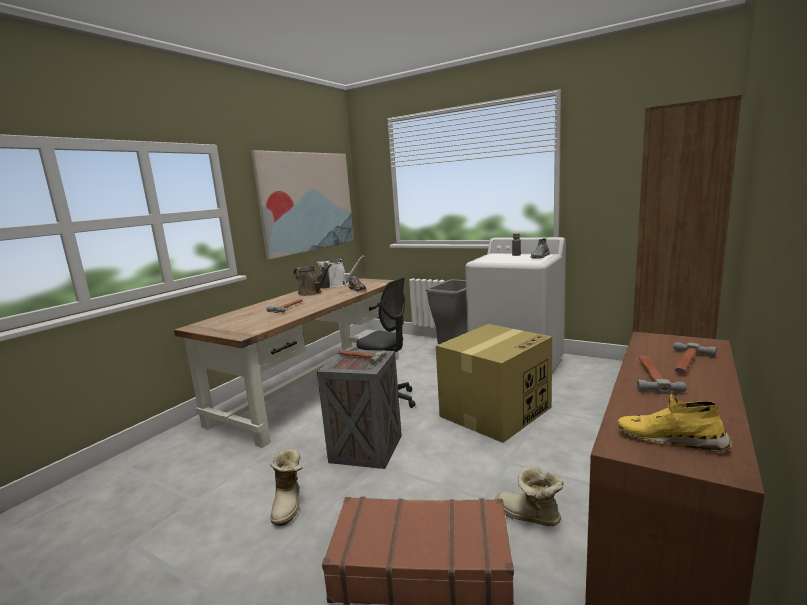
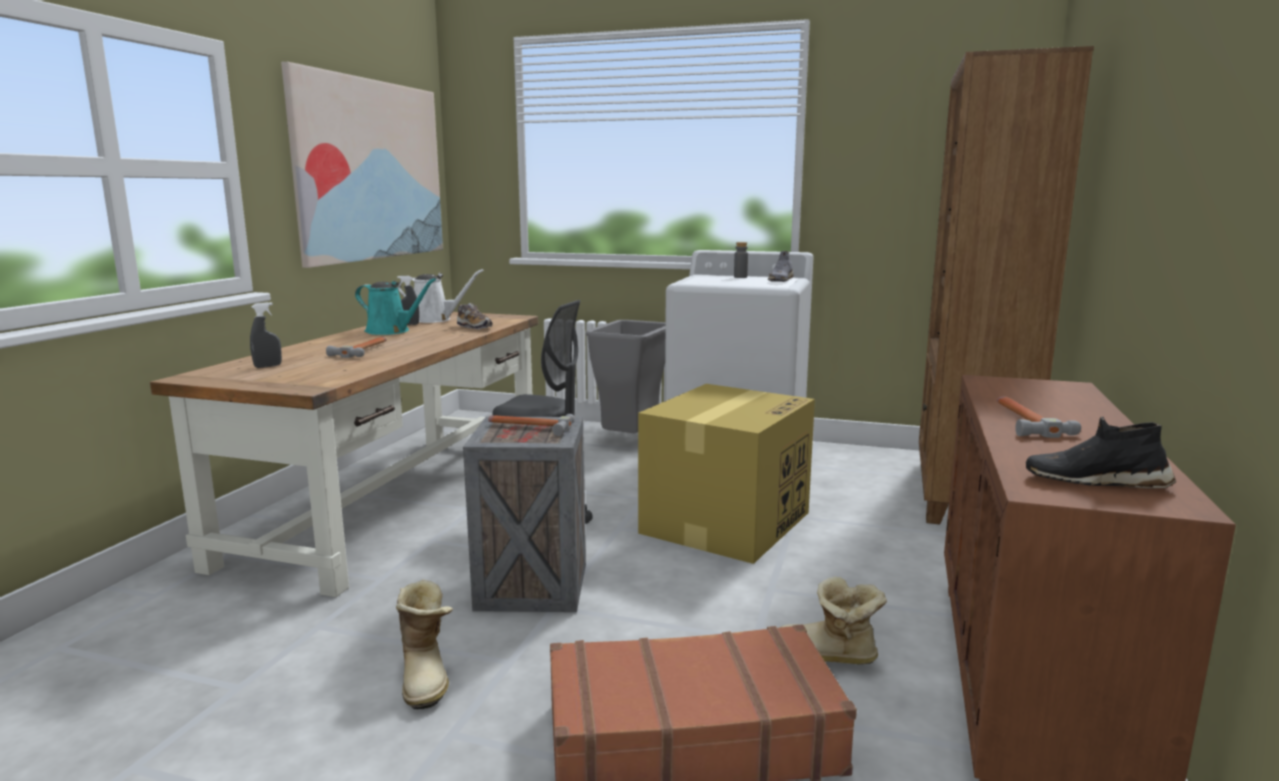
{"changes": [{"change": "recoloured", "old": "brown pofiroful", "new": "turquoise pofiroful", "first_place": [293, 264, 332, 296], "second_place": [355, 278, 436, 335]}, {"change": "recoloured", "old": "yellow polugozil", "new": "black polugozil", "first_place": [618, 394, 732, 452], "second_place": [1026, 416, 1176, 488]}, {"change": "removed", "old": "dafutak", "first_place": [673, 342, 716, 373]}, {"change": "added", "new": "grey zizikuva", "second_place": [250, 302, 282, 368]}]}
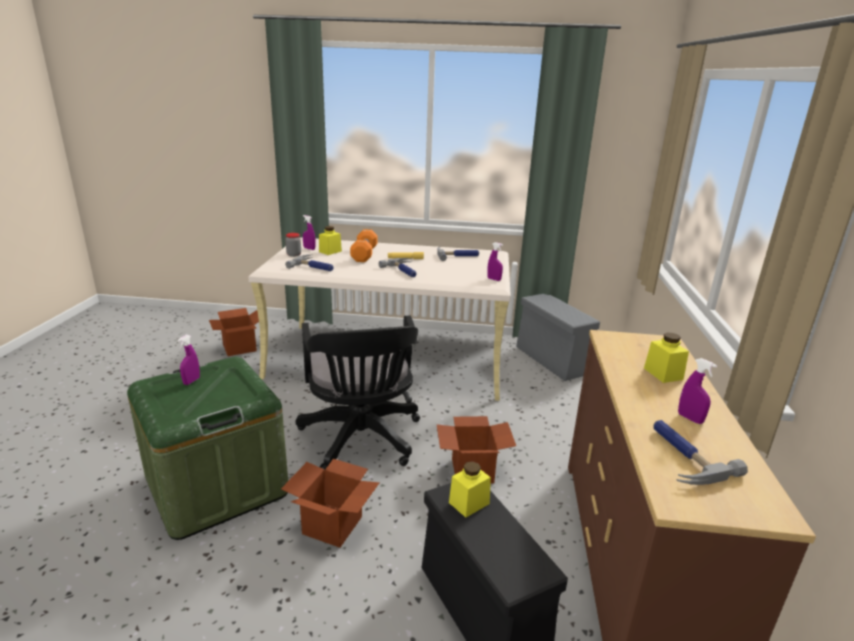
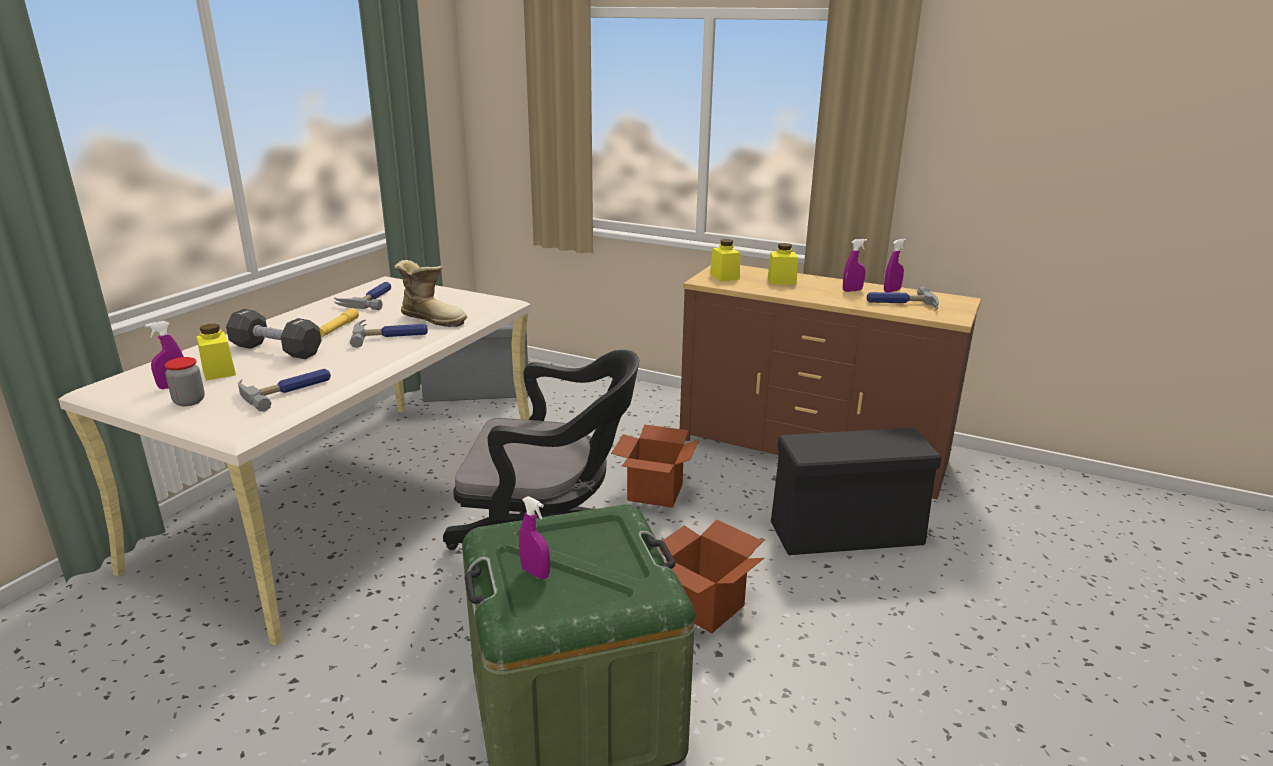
{"changes": [{"change": "removed", "old": "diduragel", "first_place": [209, 308, 259, 356]}, {"change": "recoloured", "old": "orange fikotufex", "new": "black fikotufex", "first_place": [350, 229, 377, 262], "second_place": [226, 309, 321, 359]}, {"change": "moved", "old": "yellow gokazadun", "first_place": [449, 461, 491, 518], "second_place": [710, 239, 740, 281]}, {"change": "moved", "old": "purple zizikuva", "first_place": [487, 242, 503, 281], "second_place": [884, 239, 906, 293]}, {"change": "added", "new": "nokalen", "second_place": [394, 260, 467, 327]}]}
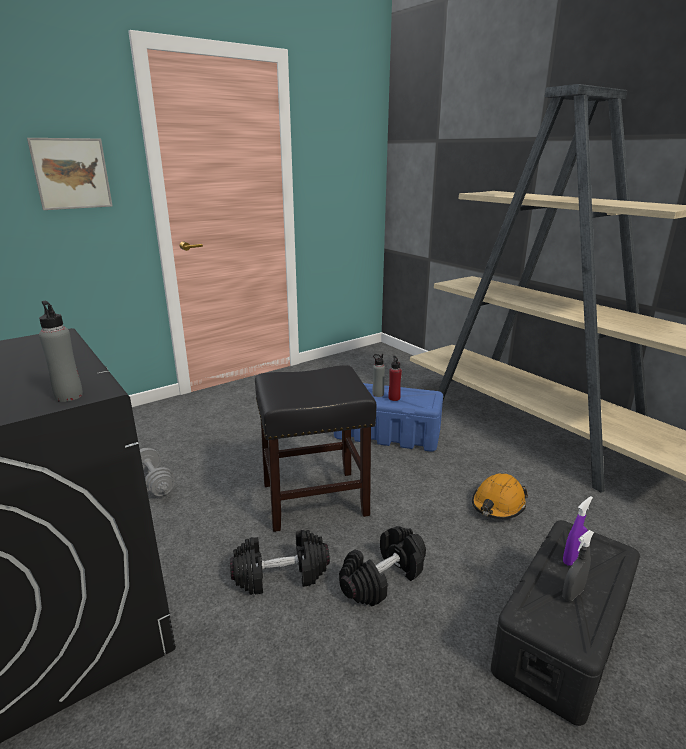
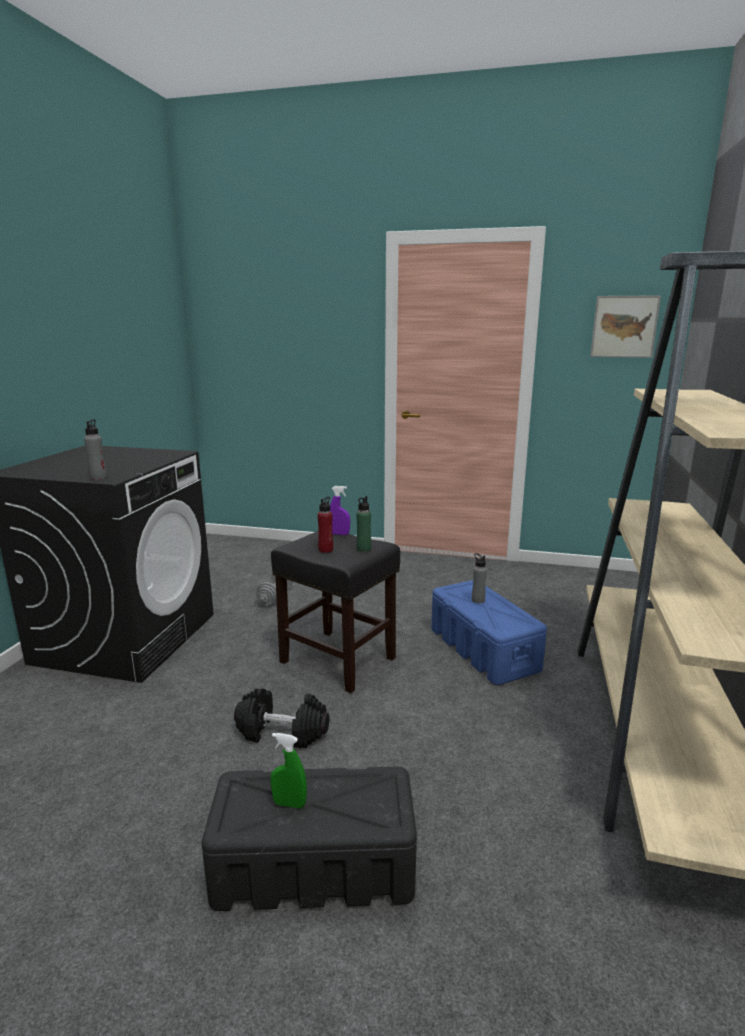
{"changes": [{"change": "moved", "old": "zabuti", "first_place": [27, 138, 113, 210], "second_place": [590, 295, 661, 358]}, {"change": "removed", "old": "black fikotufex", "first_place": [230, 530, 330, 595]}, {"change": "moved", "old": "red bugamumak", "first_place": [388, 356, 402, 401], "second_place": [317, 496, 333, 553]}, {"change": "removed", "old": "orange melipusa", "first_place": [472, 473, 528, 519]}, {"change": "recoloured", "old": "grey zizikuva", "new": "green zizikuva", "first_place": [562, 530, 594, 601], "second_place": [270, 733, 307, 809]}, {"change": "moved", "old": "purple zizikuva", "first_place": [563, 496, 593, 566], "second_place": [330, 486, 350, 535]}, {"change": "added", "new": "green bugamumak", "second_place": [356, 496, 371, 552]}]}
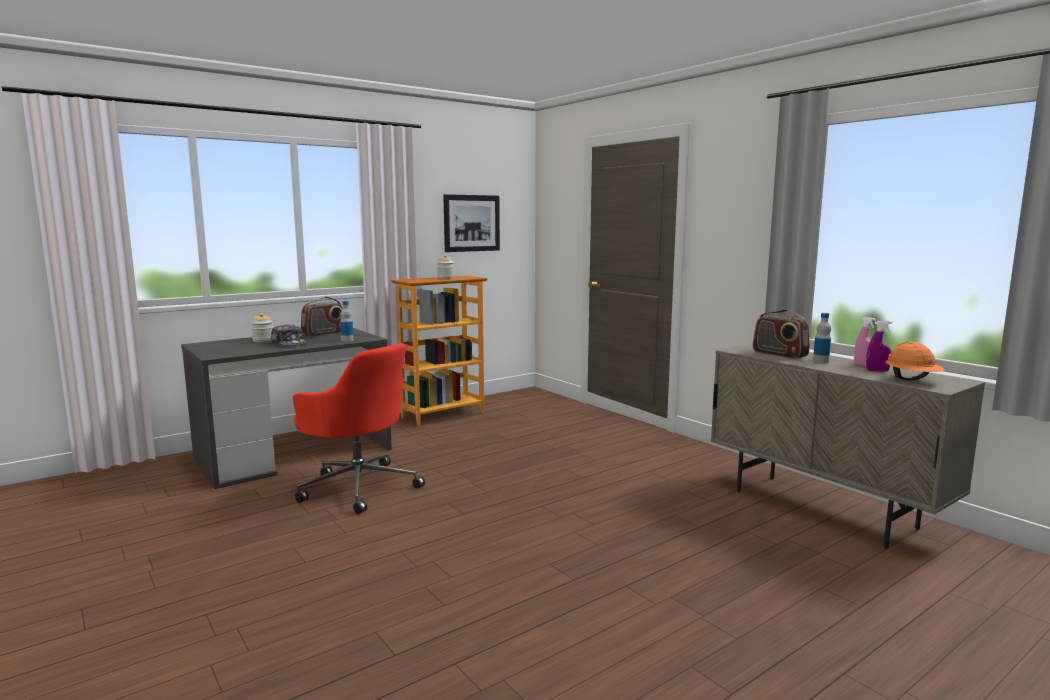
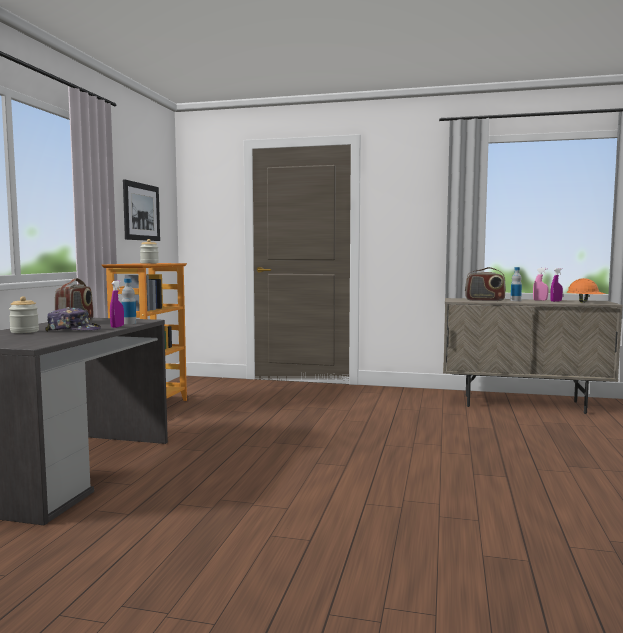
{"changes": [{"change": "removed", "old": "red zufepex", "first_place": [293, 343, 425, 514]}, {"change": "added", "new": "purple zizikuva", "second_place": [110, 280, 124, 328]}]}
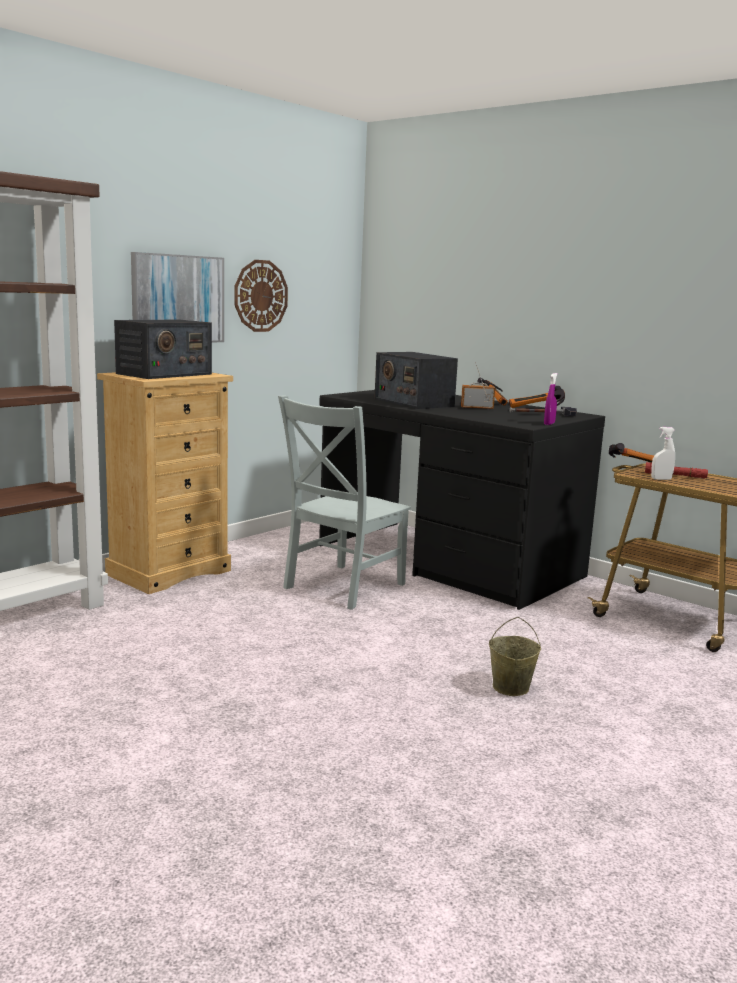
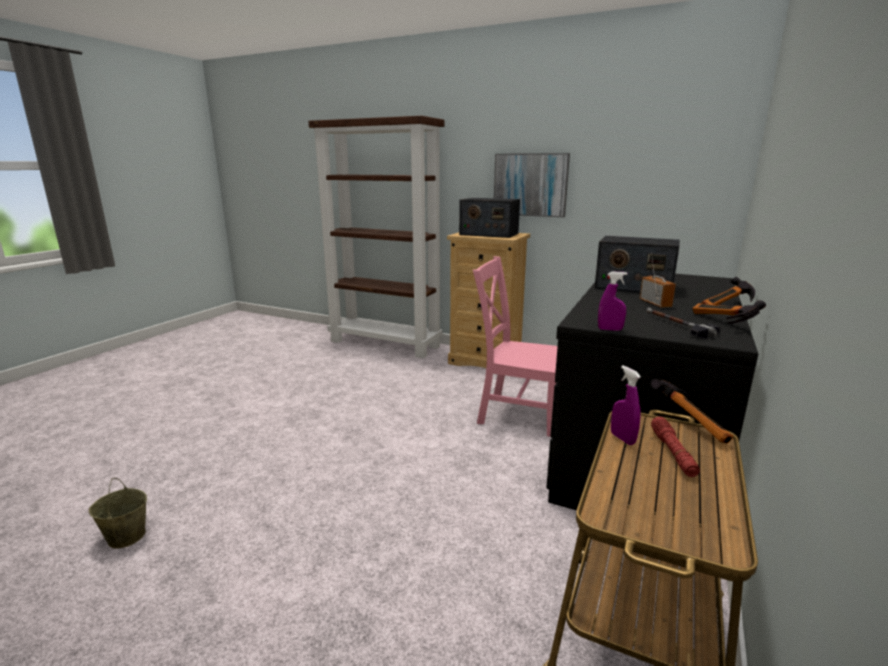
{"changes": [{"change": "removed", "old": "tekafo", "first_place": [234, 260, 288, 332]}, {"change": "recoloured", "old": "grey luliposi", "new": "pink luliposi", "first_place": [278, 395, 411, 610], "second_place": [473, 256, 558, 437]}, {"change": "turned", "old": "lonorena", "first_place": [374, 352, 458, 409], "second_place": [594, 236, 680, 293], "degrees": -105}, {"change": "moved", "old": "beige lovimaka", "first_place": [489, 617, 541, 696], "second_place": [89, 478, 147, 548]}, {"change": "recoloured", "old": "white zizikuva", "new": "purple zizikuva", "first_place": [651, 427, 675, 480], "second_place": [611, 366, 641, 445]}]}
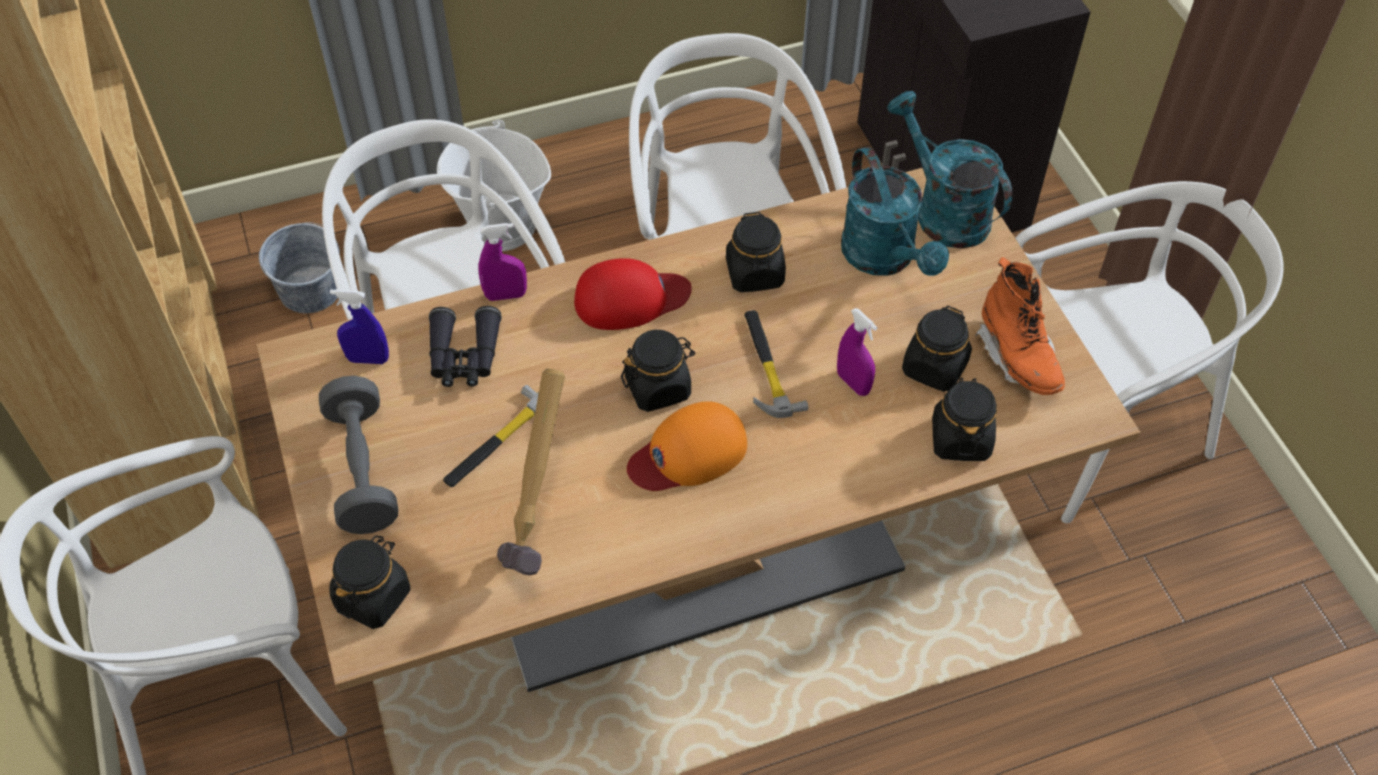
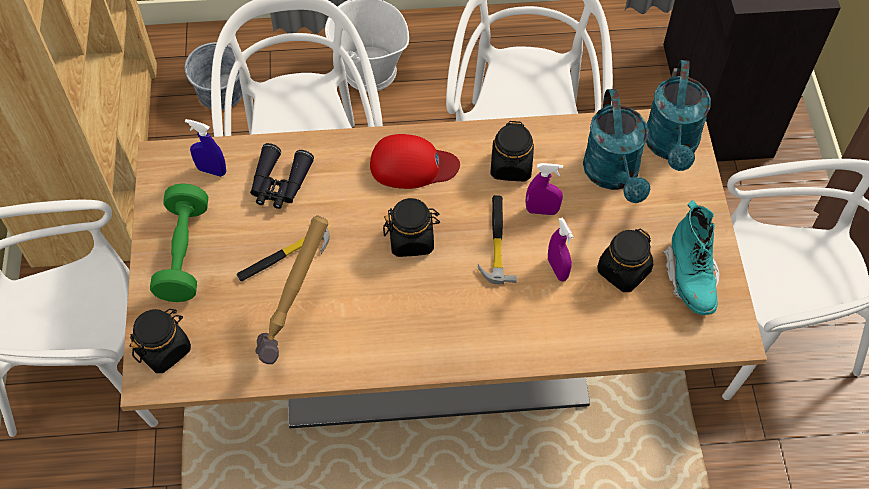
{"changes": [{"change": "recoloured", "old": "grey fikotufex", "new": "green fikotufex", "first_place": [319, 376, 398, 534], "second_place": [150, 184, 208, 302]}, {"change": "moved", "old": "purple zizikuva", "first_place": [478, 223, 527, 301], "second_place": [525, 163, 563, 215]}, {"change": "removed", "old": "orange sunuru", "first_place": [627, 401, 747, 491]}, {"change": "turned", "old": "turquoise pofiroful", "first_place": [887, 91, 1012, 249], "second_place": [646, 60, 711, 171], "degrees": -150}, {"change": "removed", "old": "black gokazadun", "first_place": [932, 377, 997, 461]}, {"change": "recoloured", "old": "orange nokalen", "new": "turquoise nokalen", "first_place": [974, 257, 1065, 395], "second_place": [662, 200, 720, 315]}]}
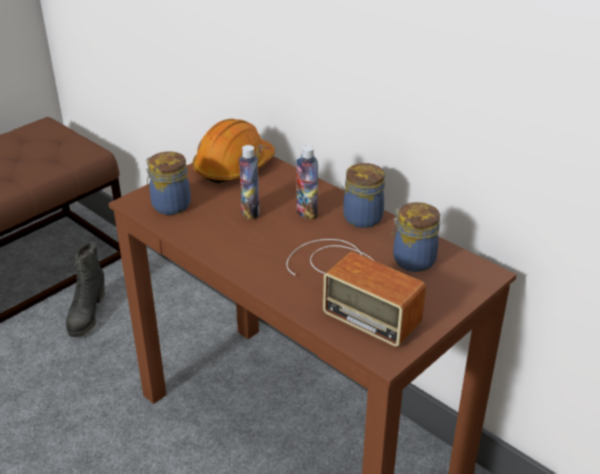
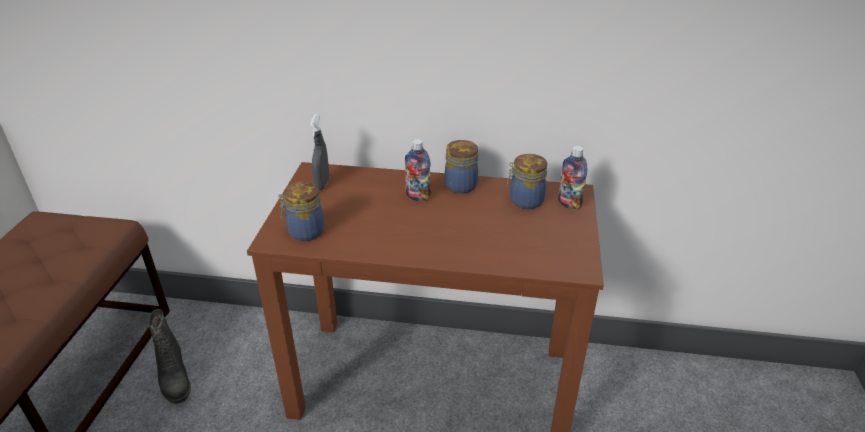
{"changes": [{"change": "replaced", "old": "orange melipusa", "new": "grey zizikuva", "first_place": [192, 119, 275, 184], "second_place": [310, 114, 329, 190]}, {"change": "moved", "old": "bugamumak", "first_place": [239, 145, 260, 220], "second_place": [558, 146, 587, 210]}, {"change": "removed", "old": "lonorena", "first_place": [286, 239, 426, 347]}]}
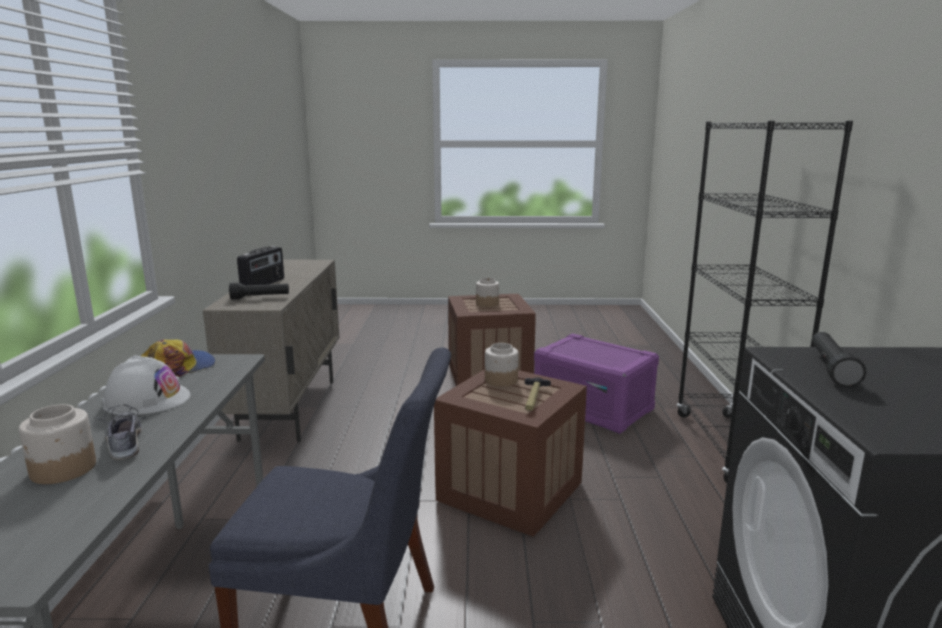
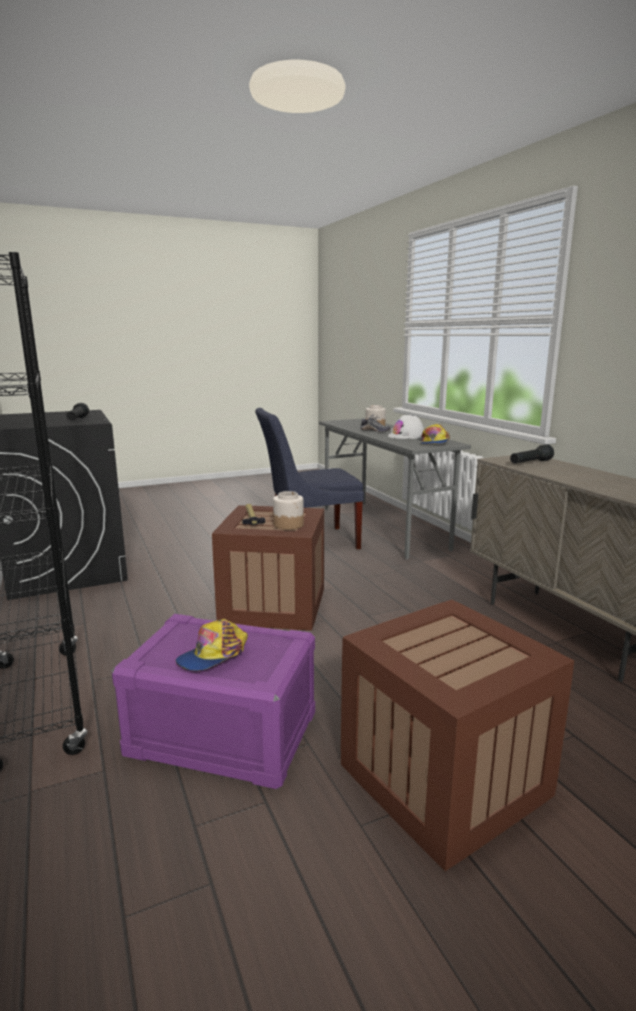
{"changes": [{"change": "removed", "old": "lonorena", "first_place": [237, 246, 284, 285]}, {"change": "removed", "old": "gokazadun", "first_place": [476, 278, 499, 307]}, {"change": "added", "new": "sunuru", "second_place": [176, 619, 248, 671]}]}
